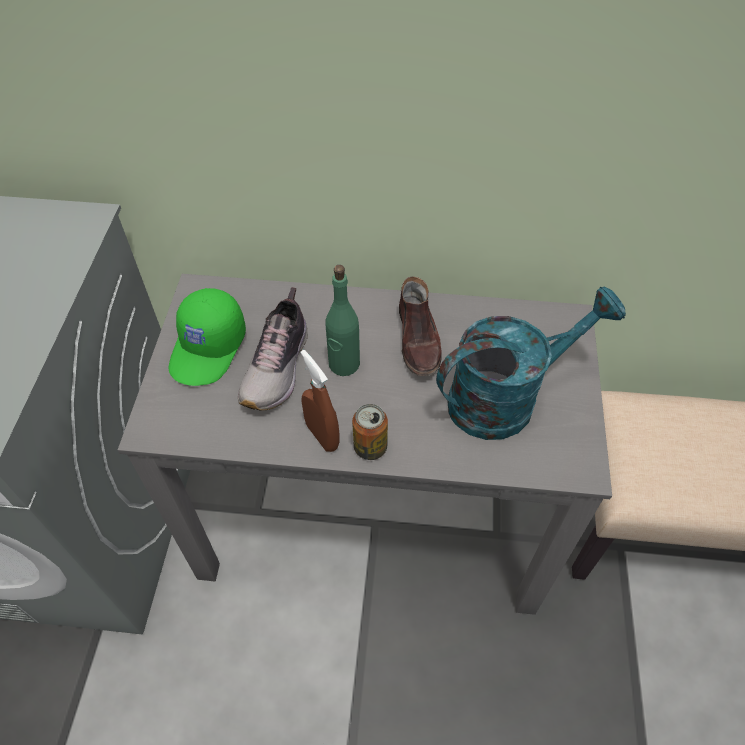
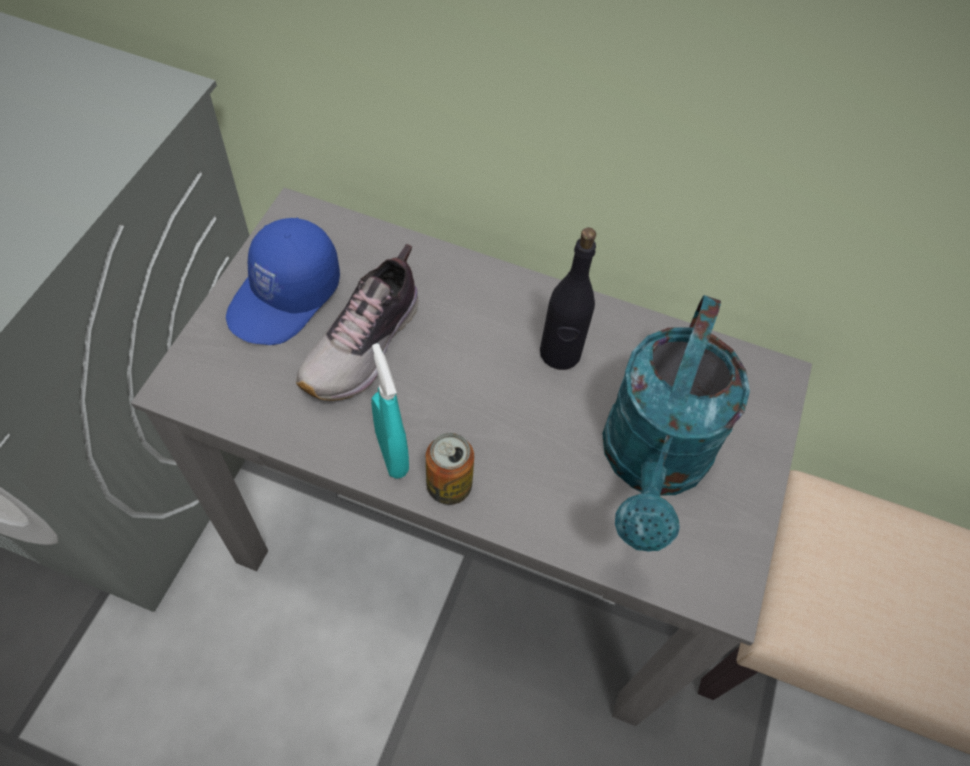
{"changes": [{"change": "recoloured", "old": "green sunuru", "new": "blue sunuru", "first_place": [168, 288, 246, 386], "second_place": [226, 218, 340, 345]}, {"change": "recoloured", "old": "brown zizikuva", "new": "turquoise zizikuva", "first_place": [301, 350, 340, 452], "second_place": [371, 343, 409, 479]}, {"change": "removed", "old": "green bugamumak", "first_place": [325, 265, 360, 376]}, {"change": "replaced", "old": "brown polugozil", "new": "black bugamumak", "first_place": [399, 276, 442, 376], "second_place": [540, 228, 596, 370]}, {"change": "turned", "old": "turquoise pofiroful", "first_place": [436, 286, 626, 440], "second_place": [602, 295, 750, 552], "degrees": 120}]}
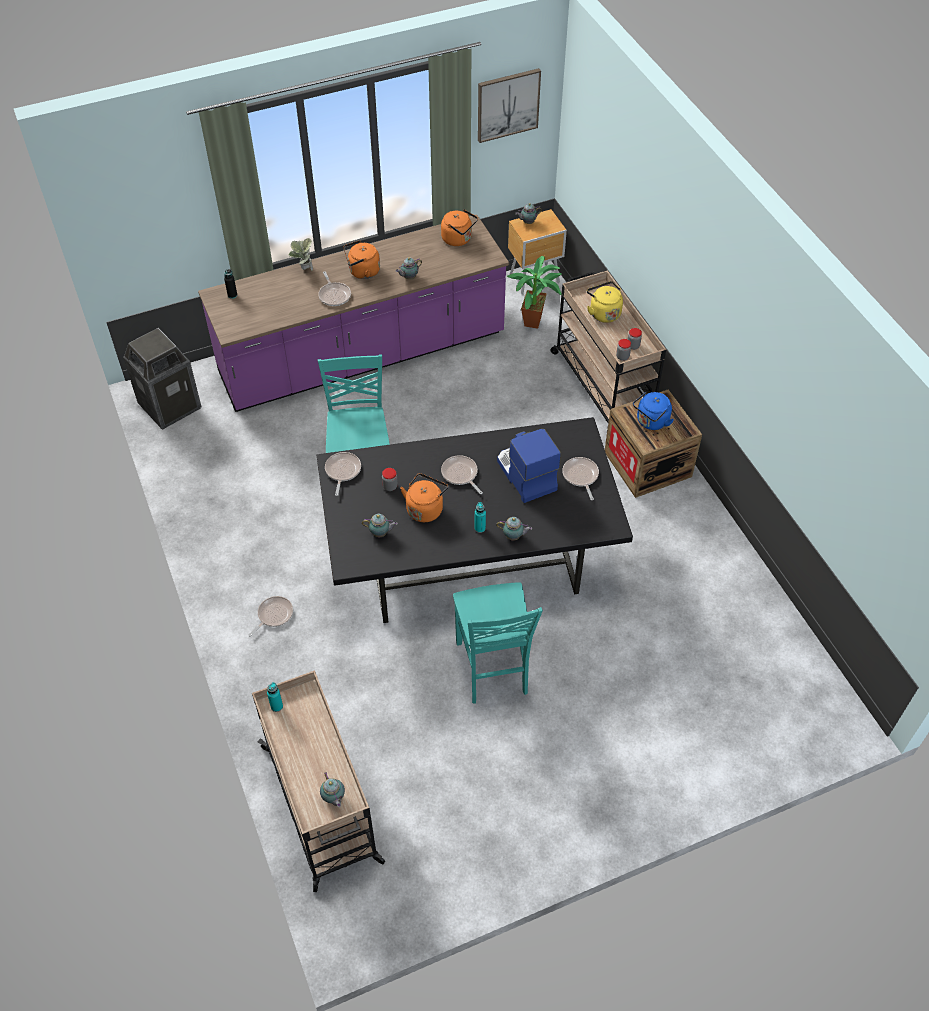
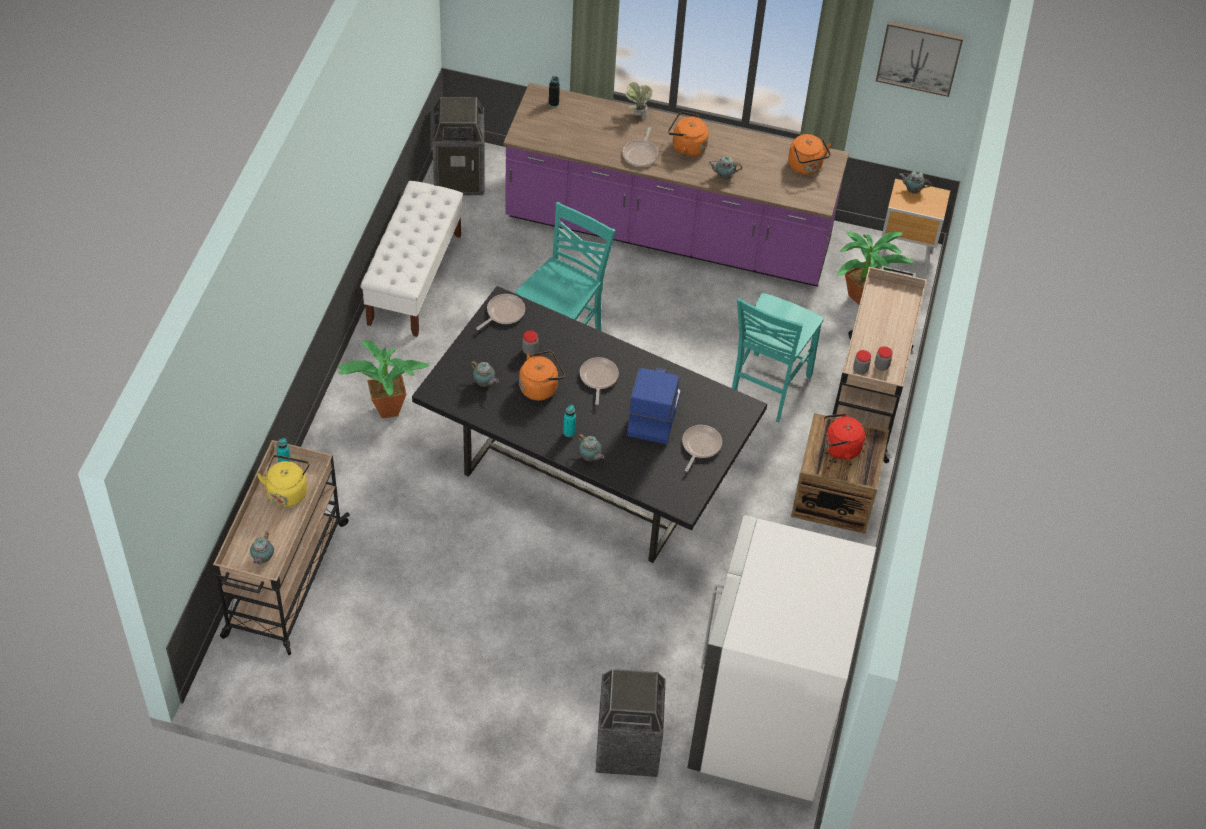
{"changes": [{"change": "replaced", "old": "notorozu", "new": "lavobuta", "first_place": [248, 596, 293, 637], "second_place": [338, 341, 430, 419]}, {"change": "moved", "old": "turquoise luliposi", "first_place": [453, 582, 543, 704], "second_place": [732, 293, 824, 422]}, {"change": "moved", "old": "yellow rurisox", "first_place": [587, 281, 623, 323], "second_place": [257, 455, 310, 507]}, {"change": "recoloured", "old": "blue rurisox", "new": "red rurisox", "first_place": [633, 392, 674, 430], "second_place": [824, 414, 865, 460]}, {"change": "added", "new": "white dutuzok", "second_place": [361, 181, 463, 337]}, {"change": "added", "new": "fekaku", "second_place": [595, 669, 666, 777]}, {"change": "added", "new": "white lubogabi", "second_place": [687, 515, 876, 807]}]}
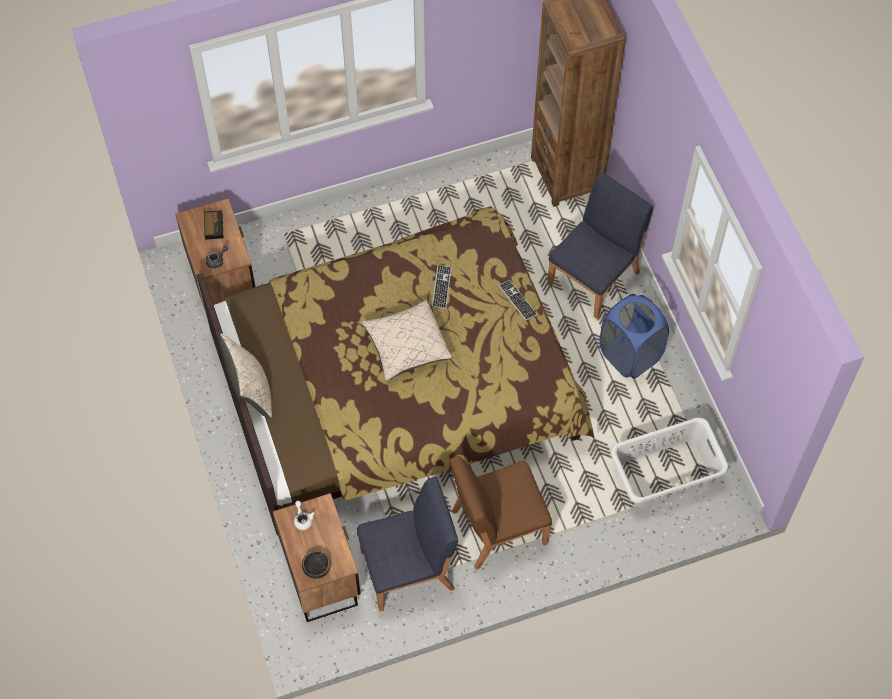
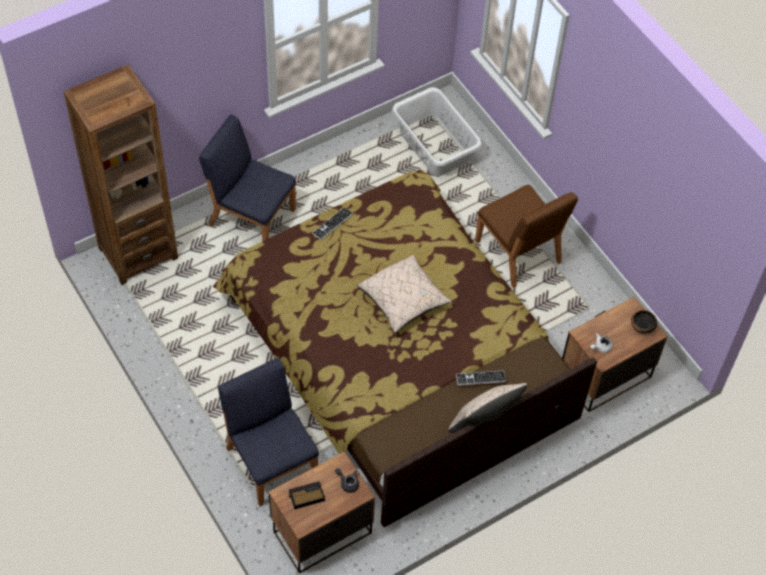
{"changes": [{"change": "moved", "old": "blue luliposi", "first_place": [357, 477, 458, 612], "second_place": [218, 358, 319, 507]}, {"change": "moved", "old": "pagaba", "first_place": [432, 265, 452, 309], "second_place": [456, 370, 506, 386]}, {"change": "removed", "old": "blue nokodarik", "first_place": [599, 294, 669, 379]}]}
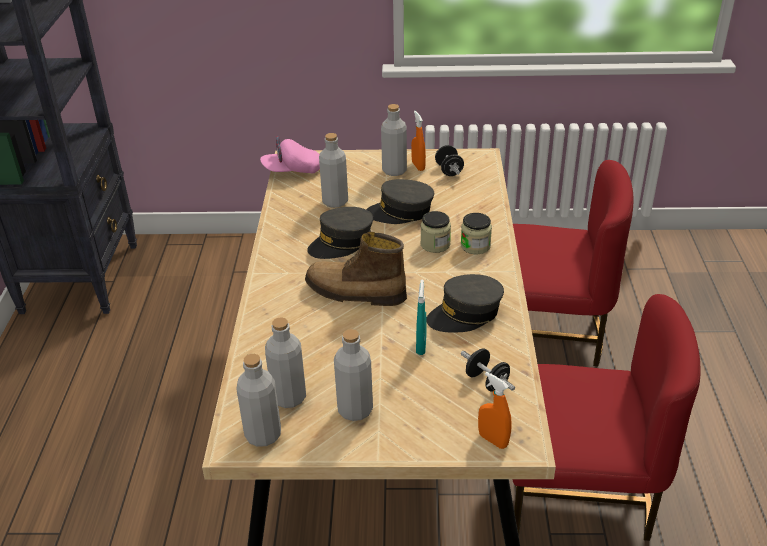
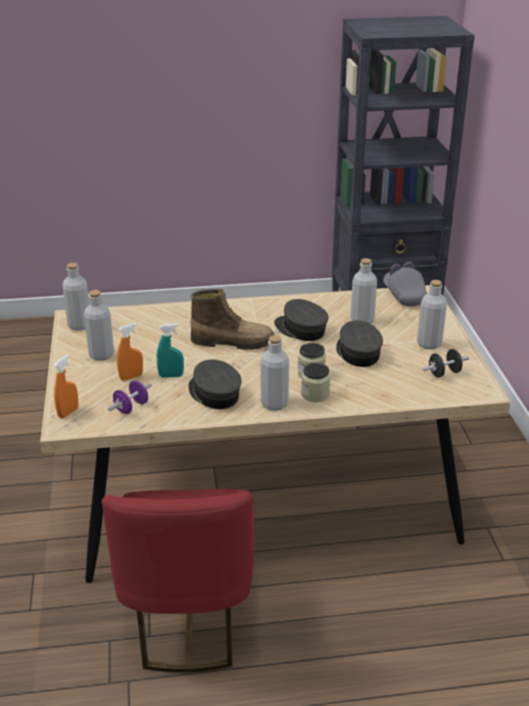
{"changes": [{"change": "recoloured", "old": "pink sunuru", "new": "grey sunuru", "first_place": [260, 136, 320, 173], "second_place": [383, 262, 427, 306]}, {"change": "moved", "old": "grey bugamumak", "first_place": [265, 317, 306, 408], "second_place": [261, 335, 289, 411]}, {"change": "turned", "old": "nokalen", "first_place": [305, 232, 407, 306], "second_place": [191, 289, 274, 350], "degrees": 90}, {"change": "moved", "old": "orange zizikuva", "first_place": [411, 111, 426, 171], "second_place": [117, 323, 143, 381]}, {"change": "recoloured", "old": "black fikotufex", "new": "purple fikotufex", "first_place": [461, 348, 515, 392], "second_place": [108, 381, 152, 414]}, {"change": "removed", "old": "red luliposi", "first_place": [513, 160, 633, 366]}]}
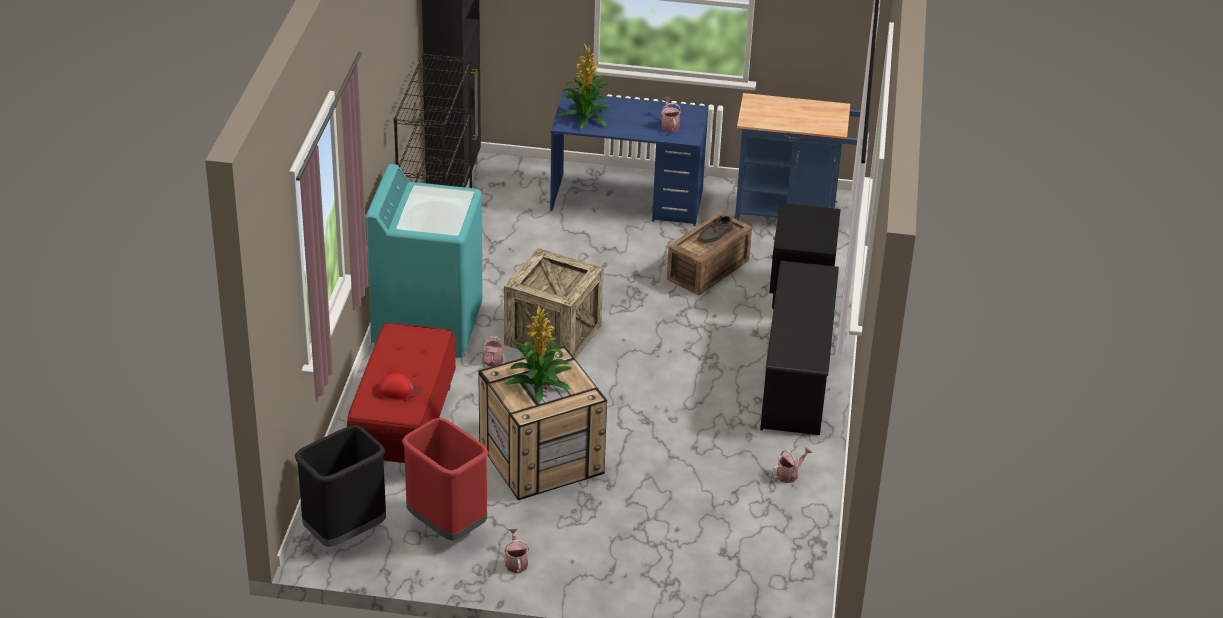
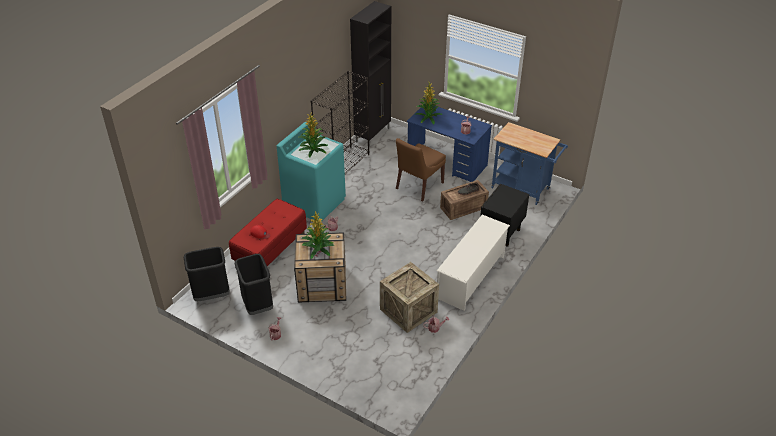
{"changes": [{"change": "recoloured", "old": "red fekaku", "new": "black fekaku", "first_place": [402, 418, 489, 541], "second_place": [235, 254, 273, 315]}, {"change": "moved", "old": "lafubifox", "first_place": [504, 248, 604, 359], "second_place": [380, 262, 439, 333]}, {"change": "recoloured", "old": "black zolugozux", "new": "white zolugozux", "first_place": [760, 261, 839, 435], "second_place": [437, 215, 510, 311]}, {"change": "added", "new": "lavobuta", "second_place": [298, 112, 328, 158]}, {"change": "added", "new": "brown luliposi", "second_place": [396, 138, 446, 201]}]}
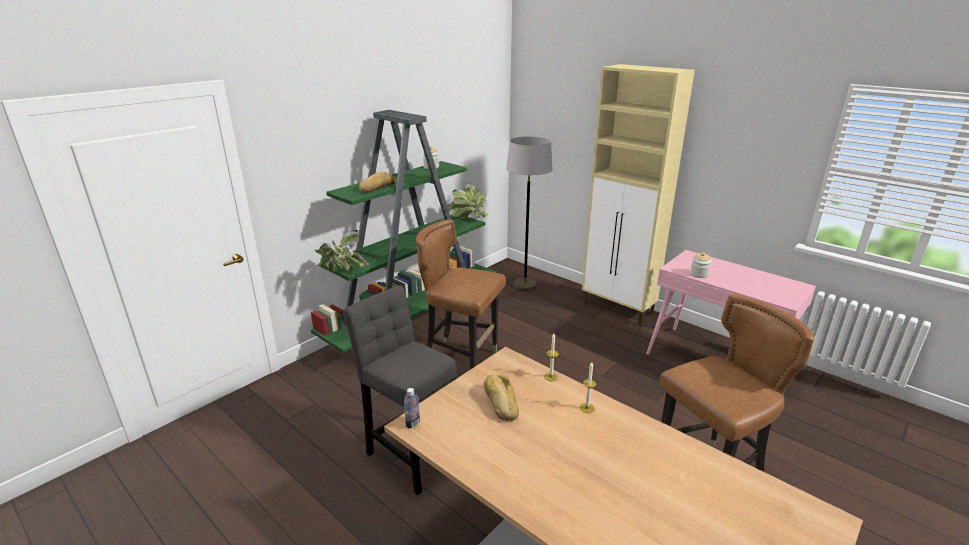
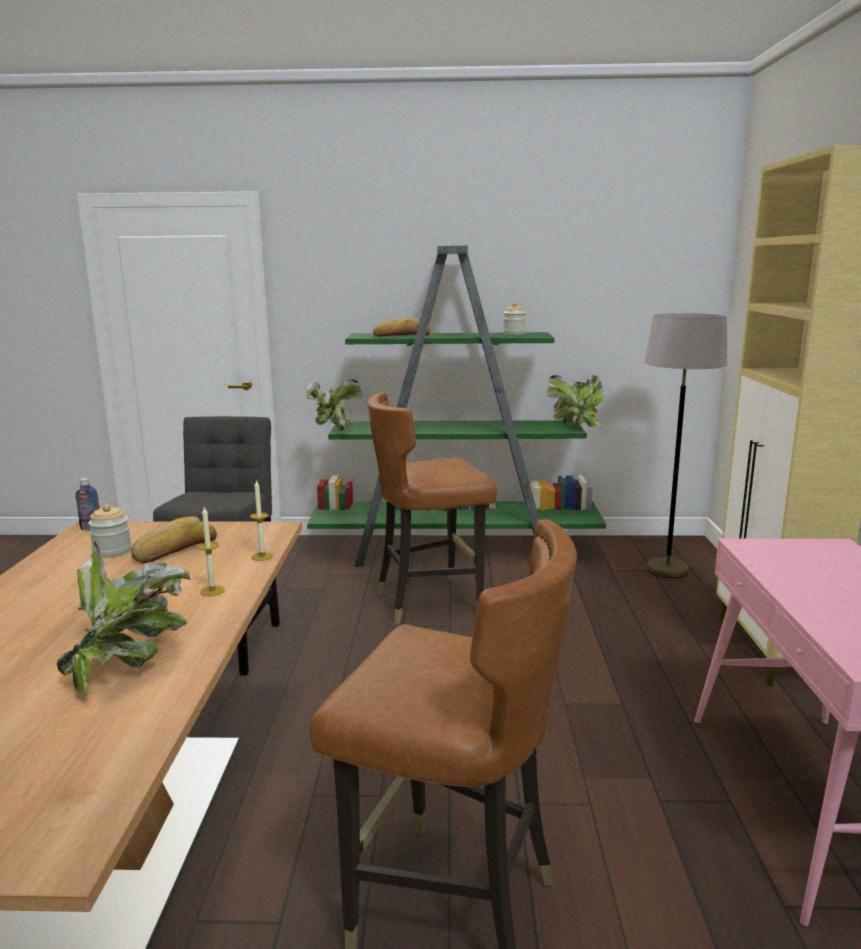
{"changes": [{"change": "turned", "old": "brown luliposi", "first_place": [416, 220, 506, 370], "second_place": [367, 393, 497, 625], "degrees": -90}, {"change": "moved", "old": "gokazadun", "first_place": [690, 252, 712, 278], "second_place": [88, 504, 132, 558]}, {"change": "added", "new": "lavobuta", "second_place": [57, 542, 191, 694]}]}
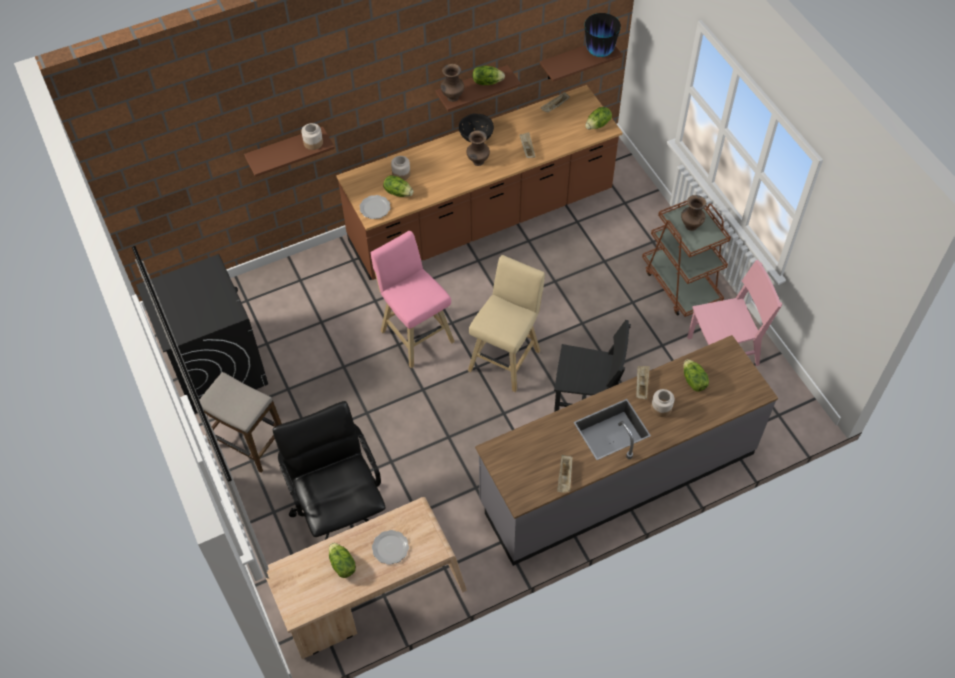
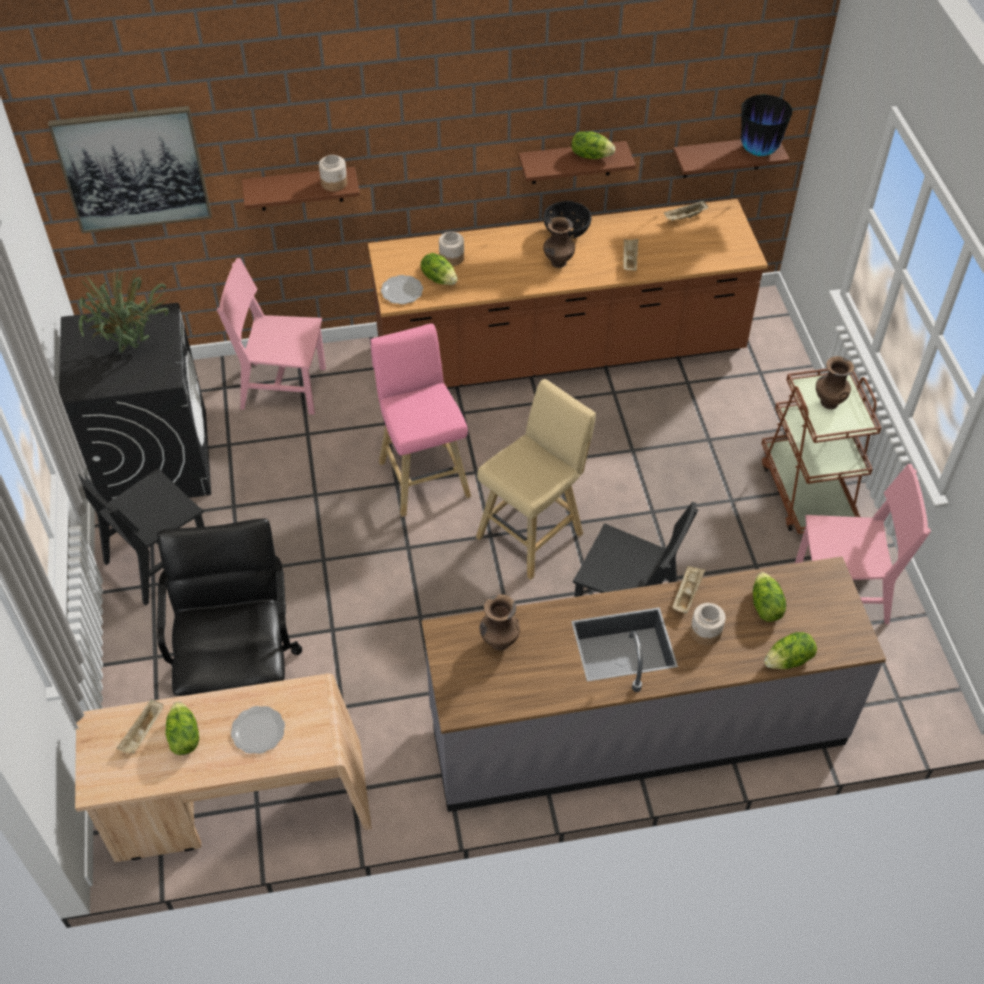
{"changes": [{"change": "replaced", "old": "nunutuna", "new": "black luliposi", "first_place": [199, 372, 282, 473], "second_place": [78, 468, 205, 606]}, {"change": "moved", "old": "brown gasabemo", "first_place": [440, 64, 464, 102], "second_place": [480, 594, 520, 650]}, {"change": "moved", "old": "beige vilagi", "first_place": [557, 455, 573, 493], "second_place": [117, 699, 164, 754]}, {"change": "moved", "old": "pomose", "first_place": [585, 107, 612, 130], "second_place": [764, 632, 817, 669]}, {"change": "added", "new": "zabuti", "second_place": [48, 106, 212, 233]}, {"change": "added", "new": "lavobuta", "second_place": [79, 265, 169, 353]}, {"change": "added", "new": "pink luliposi", "second_place": [217, 258, 326, 415]}]}
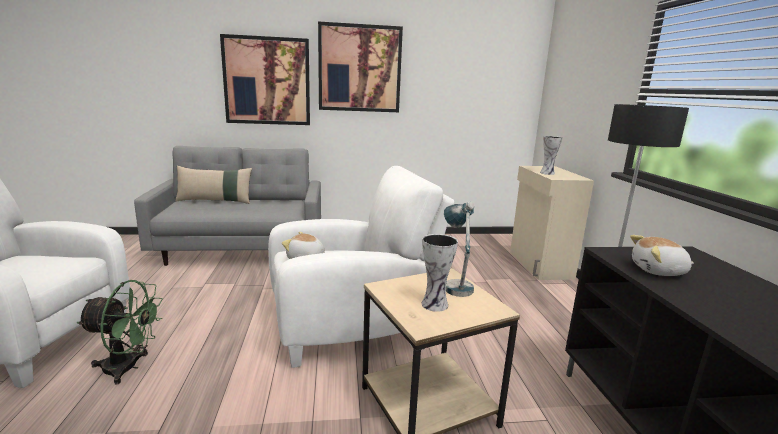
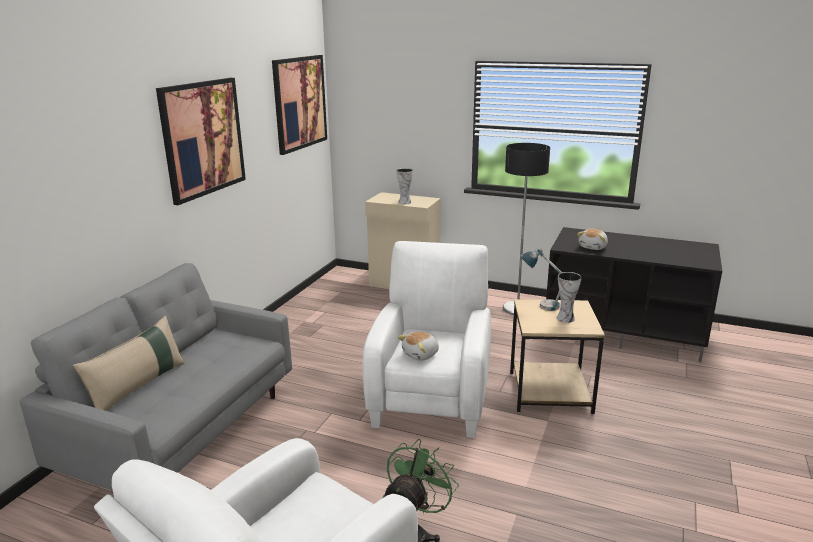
{"changes": [{"change": "moved", "old": "zabuti", "first_place": [220, 34, 310, 125], "second_place": [272, 55, 327, 155]}]}
